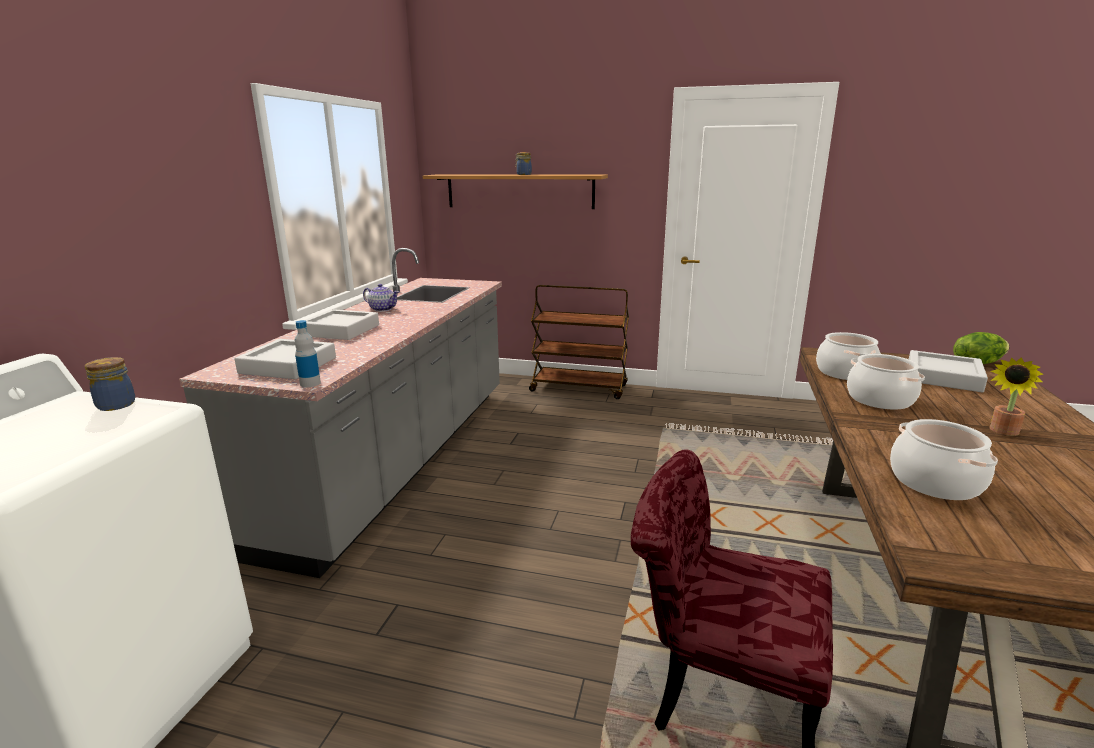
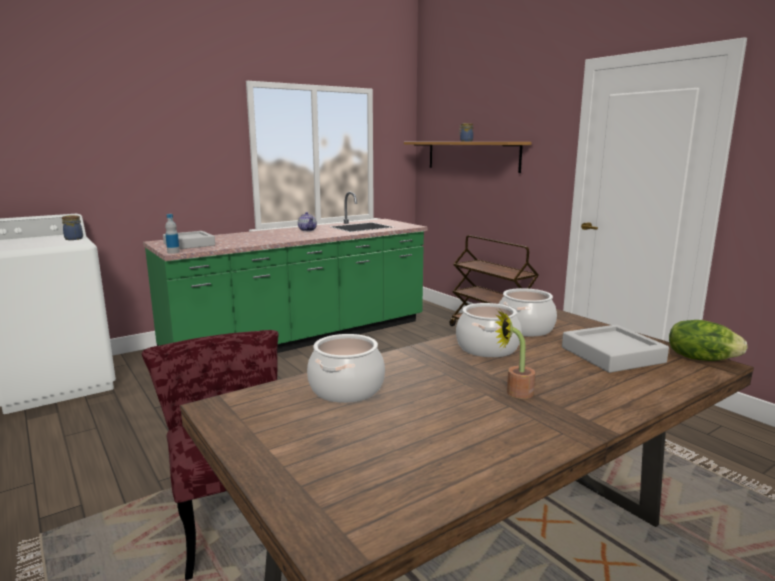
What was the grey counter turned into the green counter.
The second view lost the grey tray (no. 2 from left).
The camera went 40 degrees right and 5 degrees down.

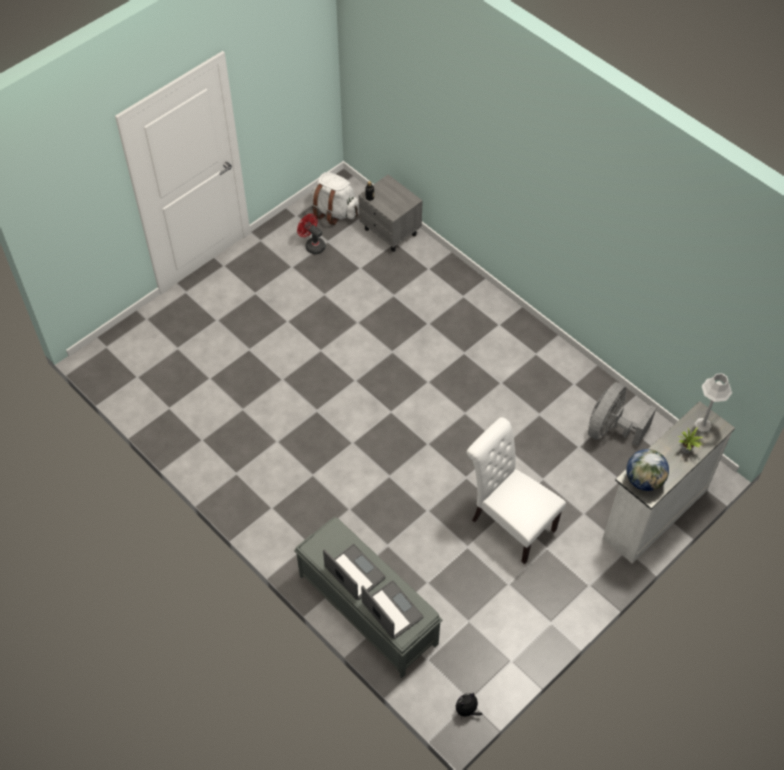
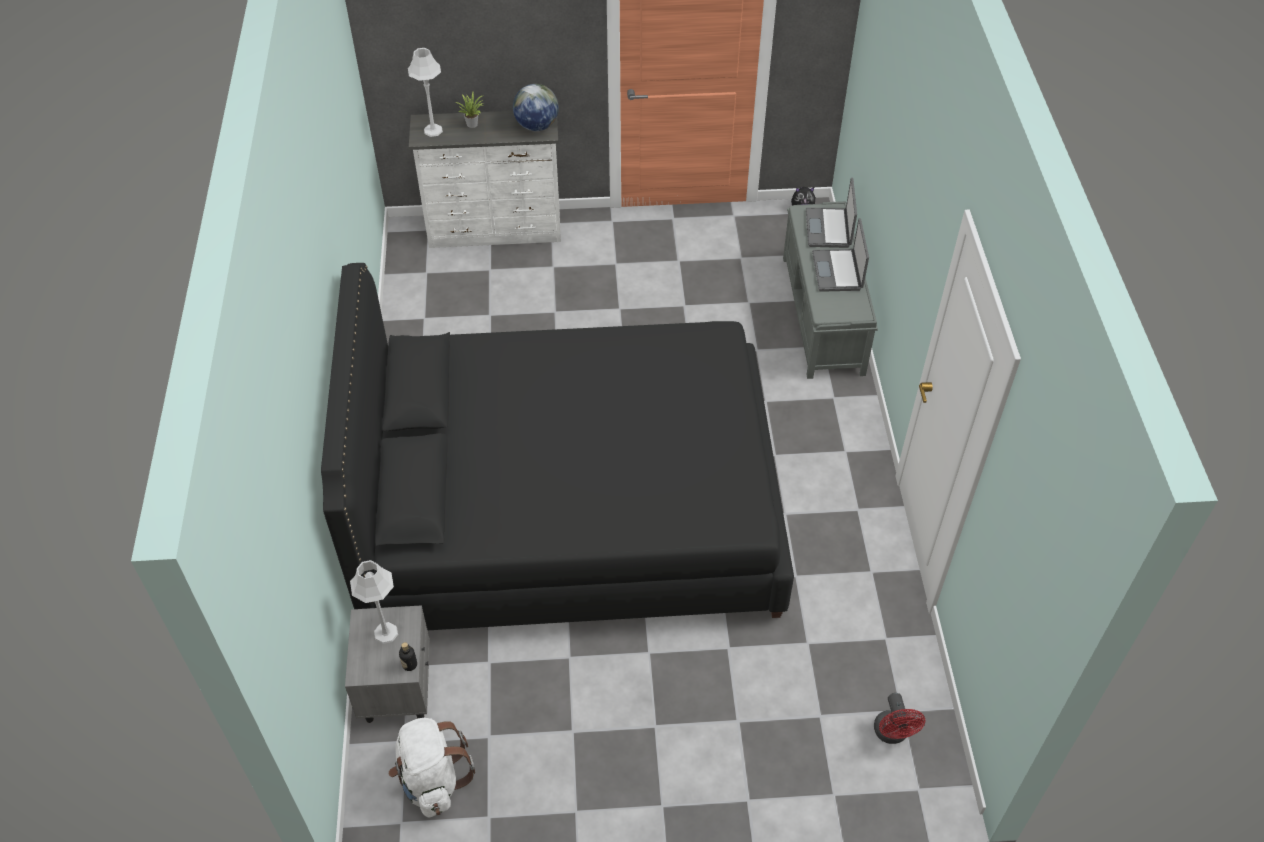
The red fan ended up elsewhere.
The second view lost the white chair.
The second view lost the grey fan.
The second view gained the black bed.
The second view gained the grey table lamp (no. 1 from left).
The camera went 140 degrees left and 5 degrees down.

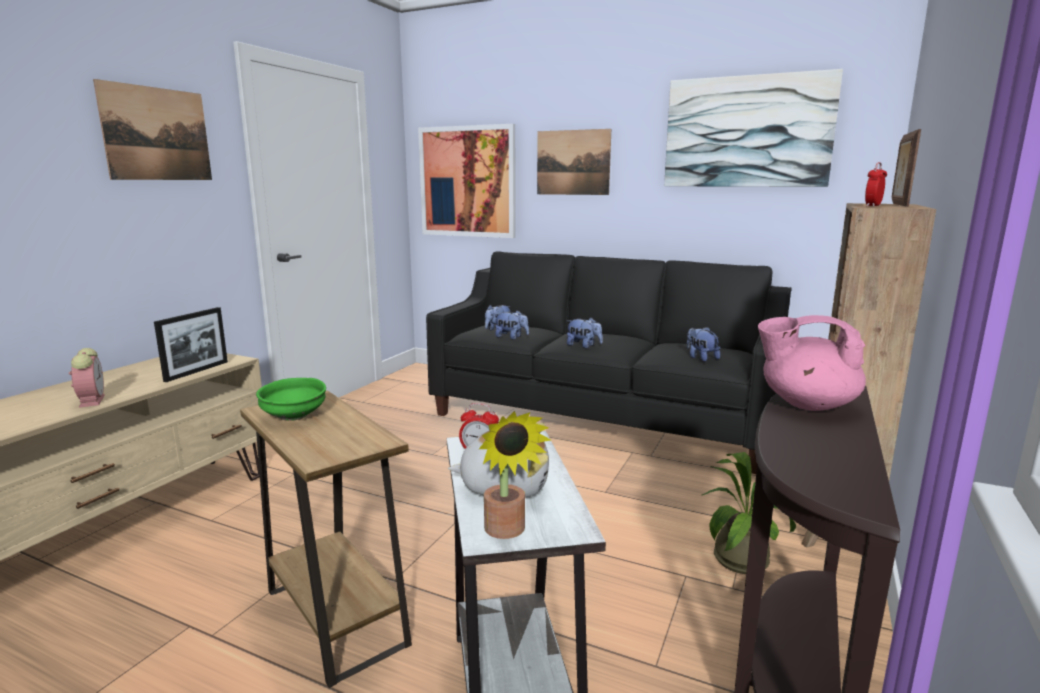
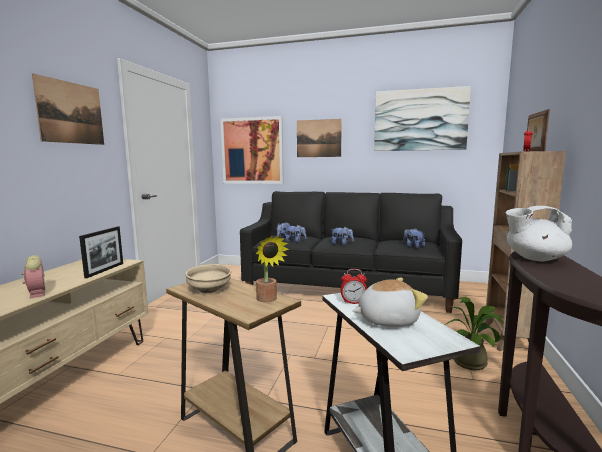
What was the green bowl turned into the beige bowl.
The potted plant (no. 1 from left) ended up elsewhere.
What was the pink teapot turned into the white teapot.
The camera went 10 degrees left and 5 degrees down.

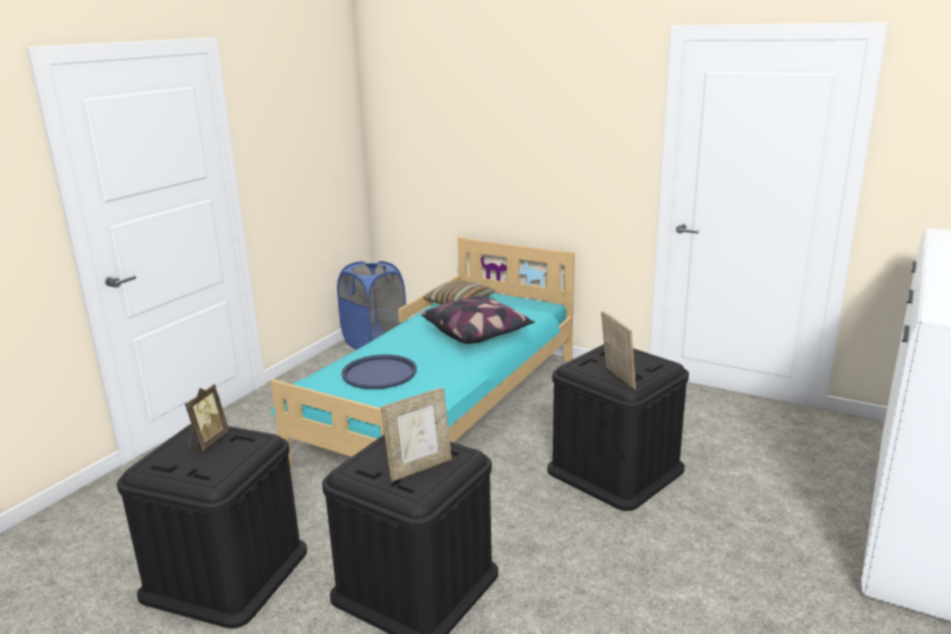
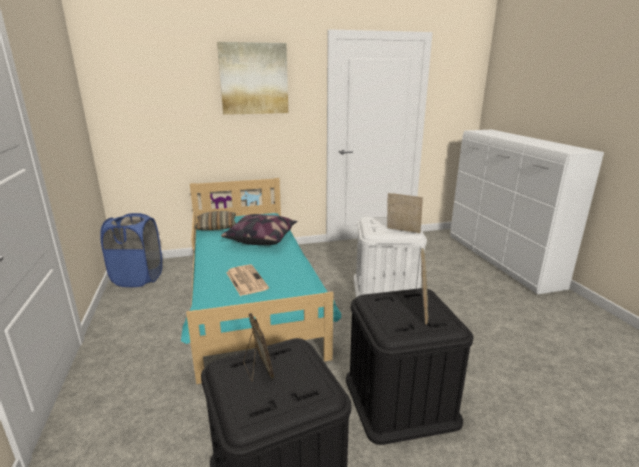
Where the blue tray stood, the newspaper came to stand.
What was the black storage box (no. 3 from left) turned into the white storage box.
The second view gained the picture.
The camera went 45 degrees left and 0 degrees up.

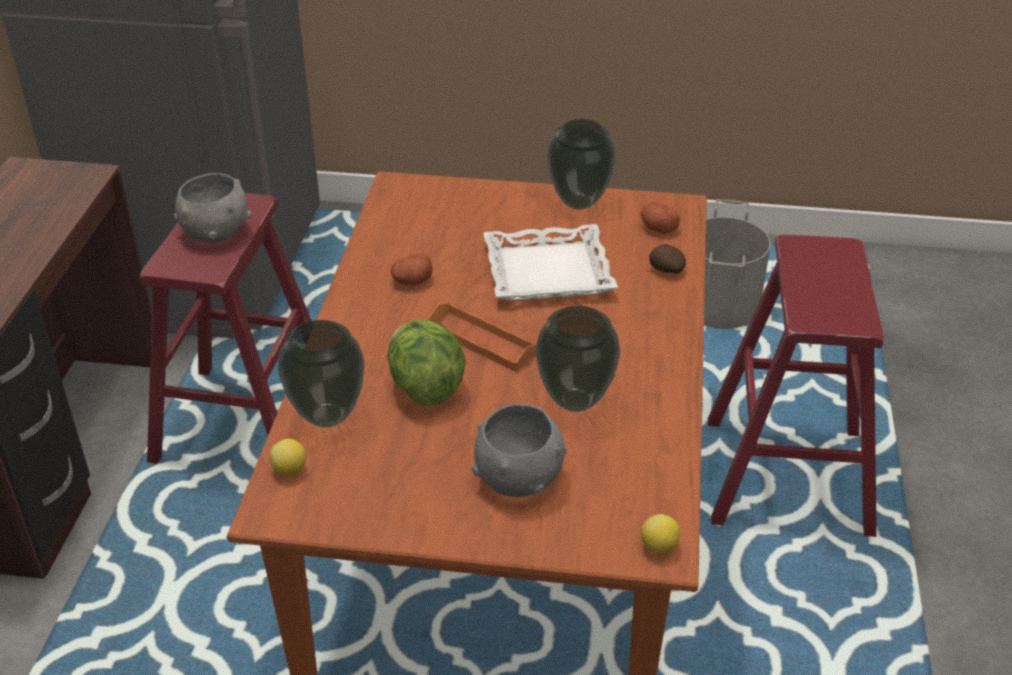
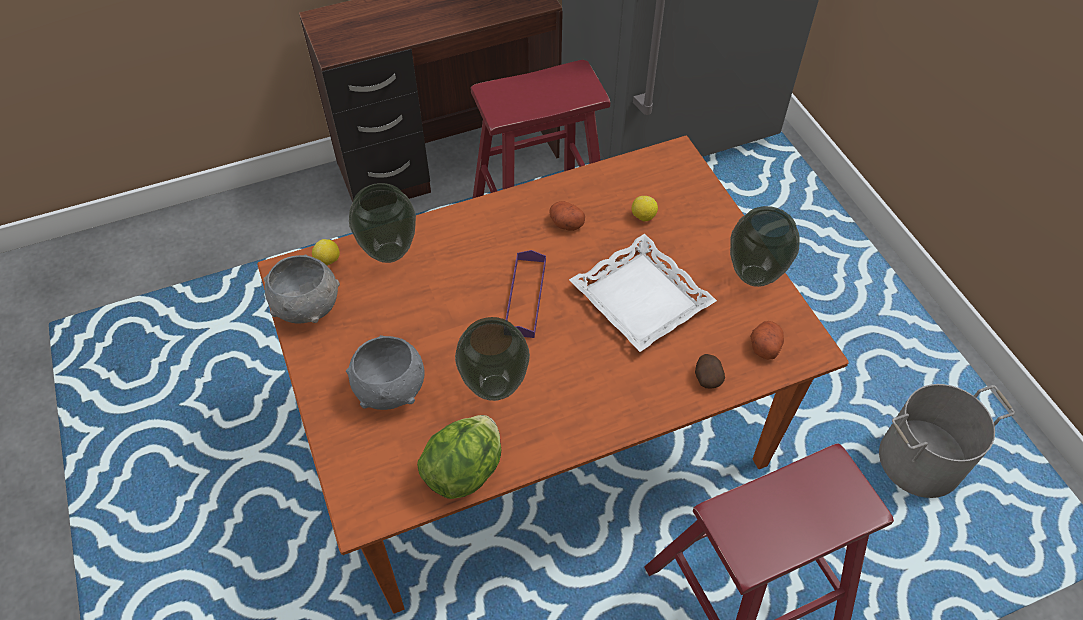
The grey bowl (no. 1 from left) ended up elsewhere.
The lettuce ended up elsewhere.
What was the orange tray turned into the purple tray.
The lemon (no. 2 from left) ended up elsewhere.
The camera went 60 degrees right and 15 degrees up.

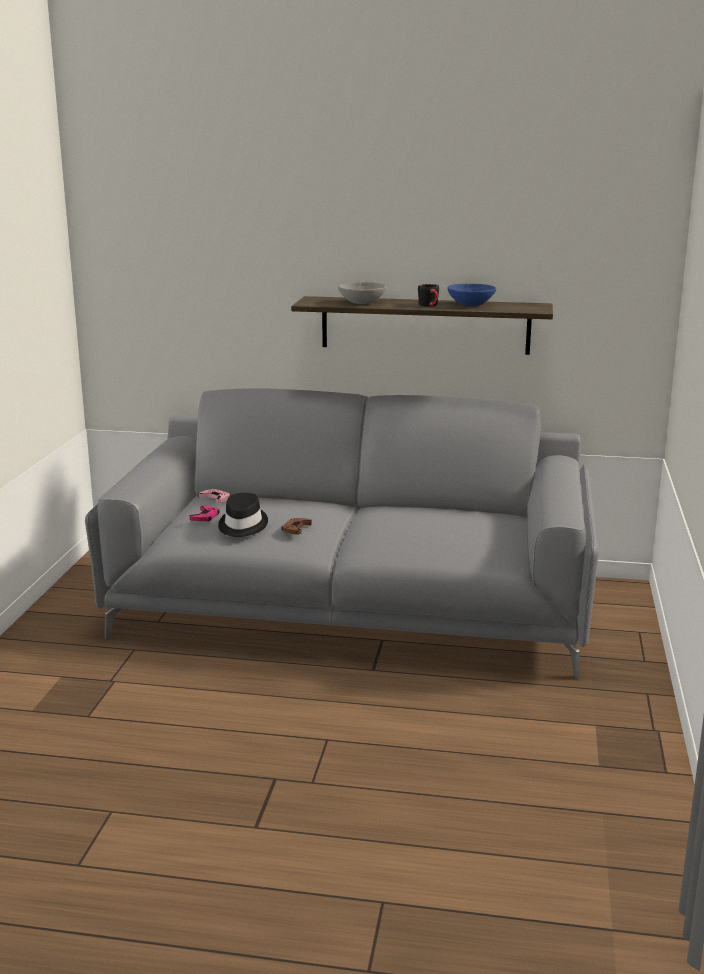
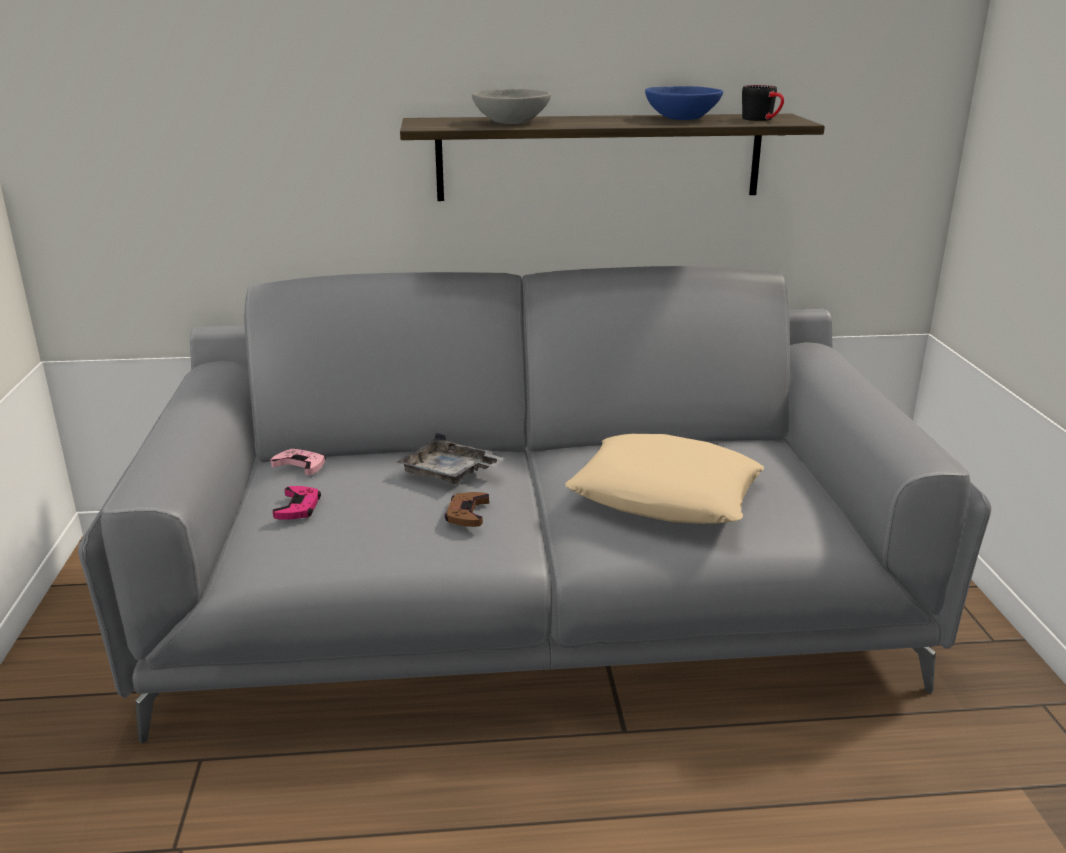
The second view lost the black hat.
The black mug ended up elsewhere.
The second view gained the grey tray.
The second view gained the beige pillow.
The camera went 15 degrees left and 5 degrees up.

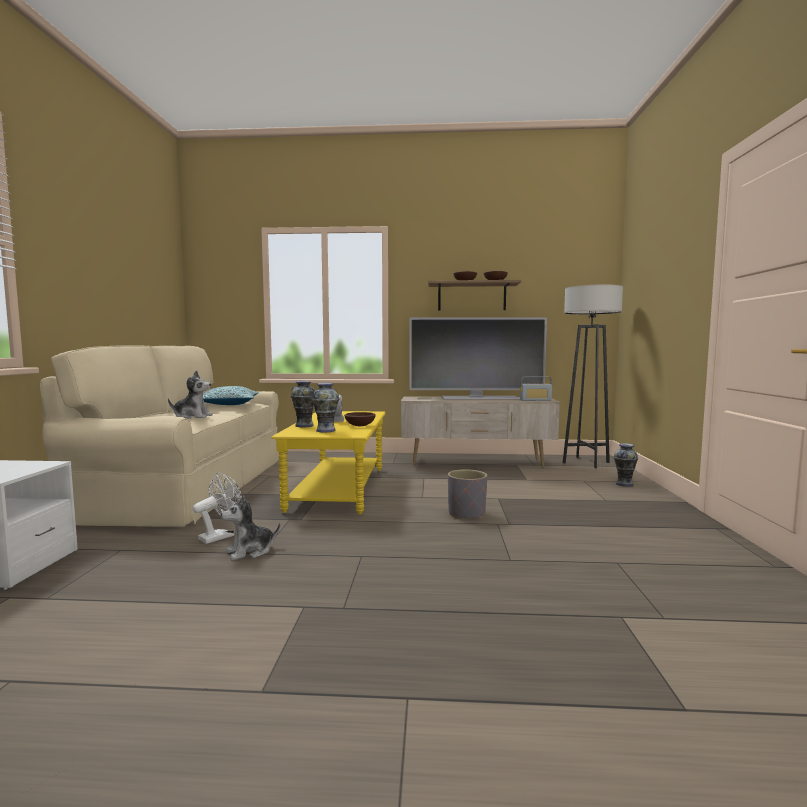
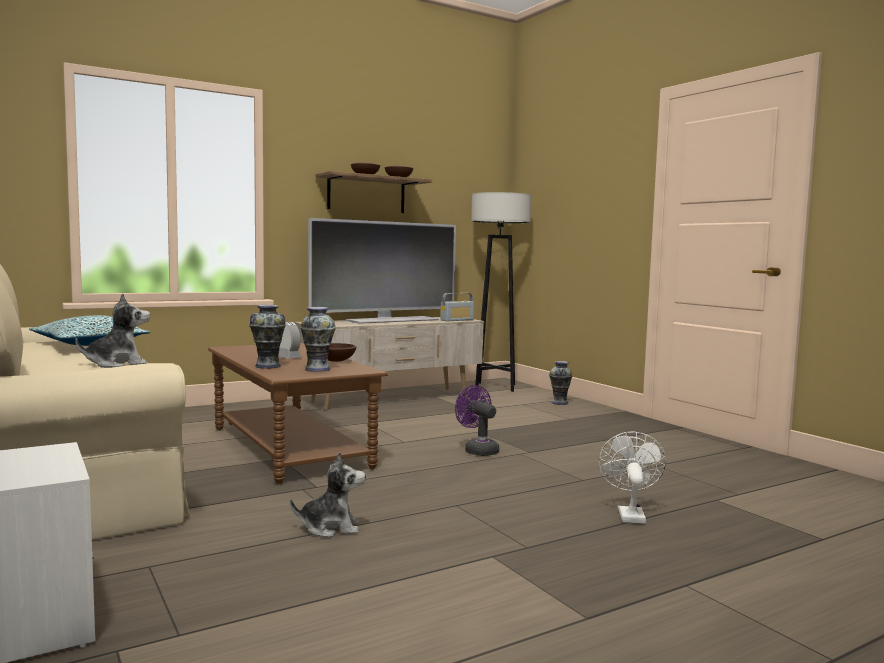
The white fan ended up elsewhere.
The plush toy (no. 2 from left) ended up facing another way, 120 degrees counterclockwise from before.
What was the yellow coffee table turned into the brown coffee table.
Where the grey planter stood, the purple fan came to stand.
The camera went 35 degrees left and 0 degrees up.

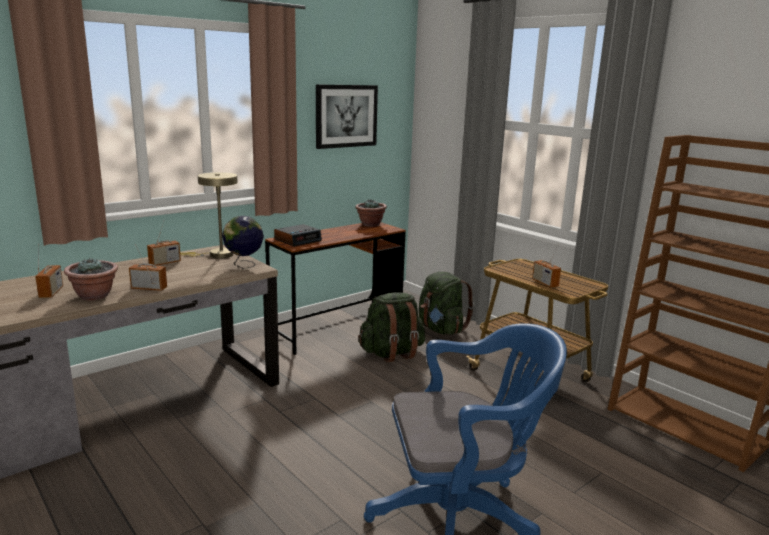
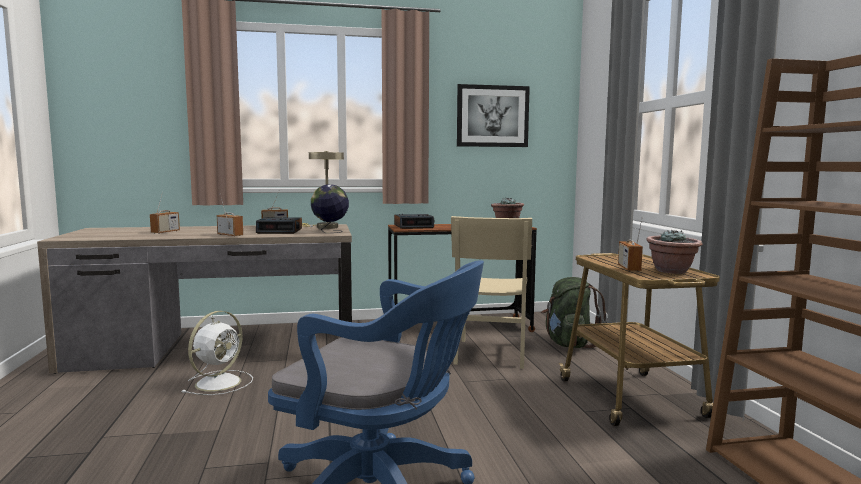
The potted plant (no. 1 from left in the first image) ended up elsewhere.
Where the green backpack (no. 1 from left) stood, the beige chair came to stand.
The second view gained the white fan.
The second view gained the alarm clock (no. 1 from left).
The camera went 30 degrees right and 10 degrees down.

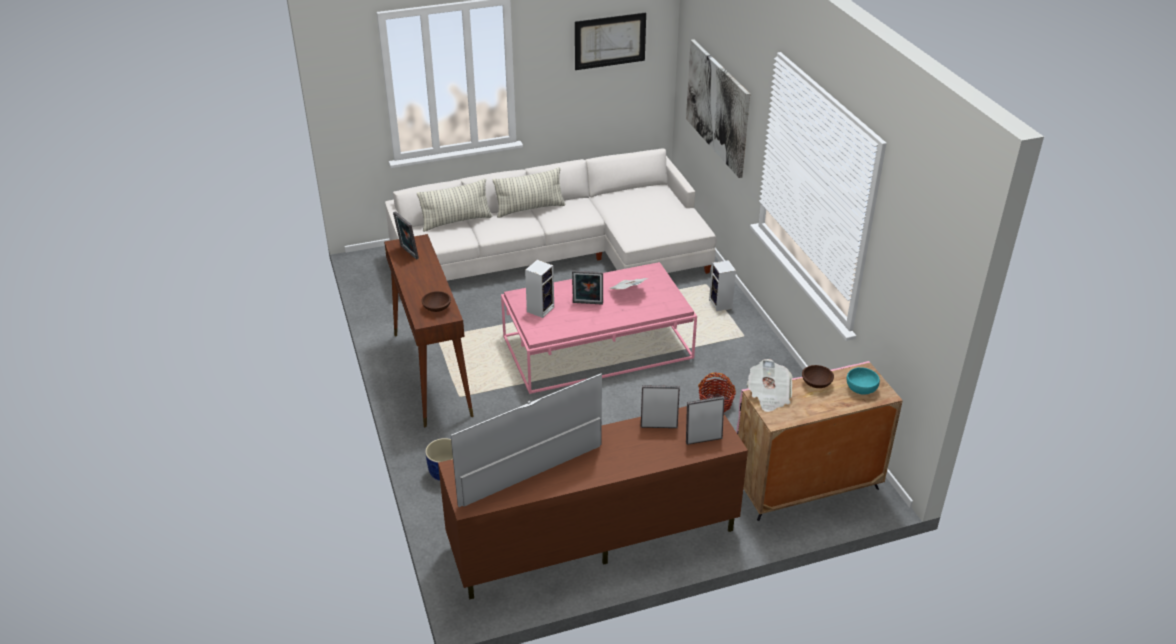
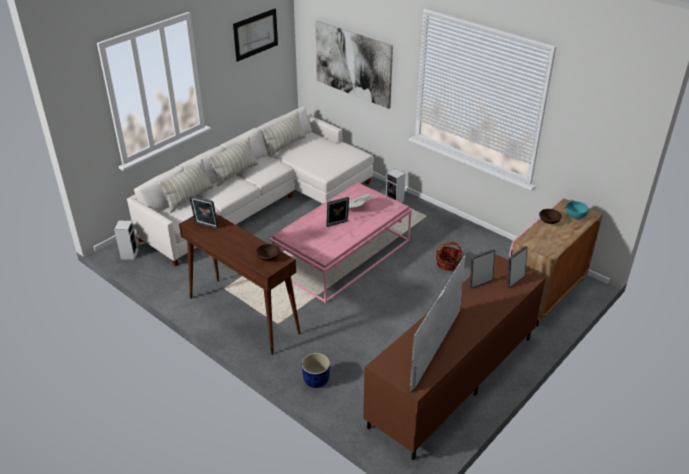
The speaker (no. 1 from left) ended up elsewhere.
The second view lost the newspaper (no. 2 from left).
The second view gained the pillow (no. 3 from left).
The camera went 30 degrees left and 0 degrees up.

